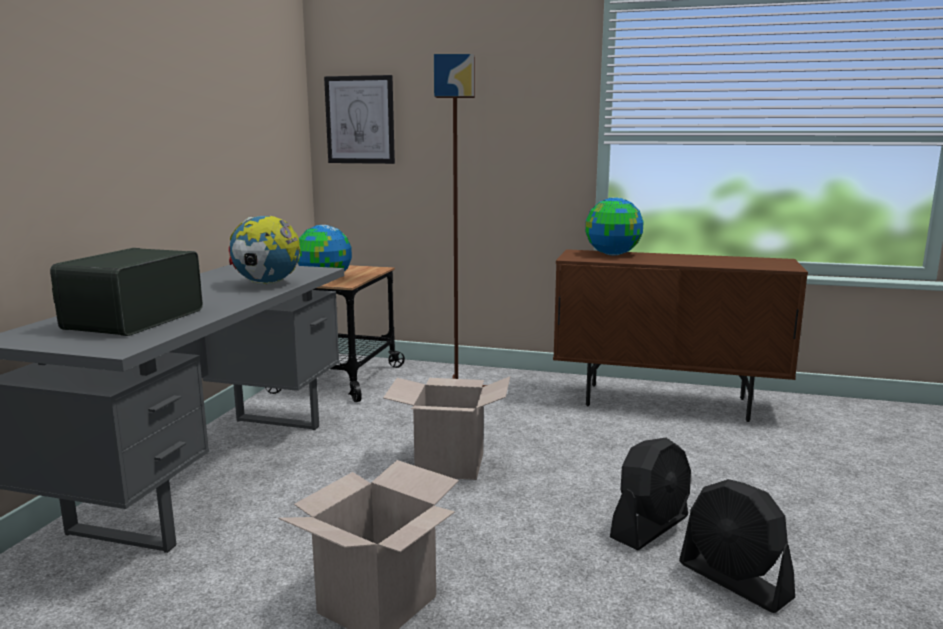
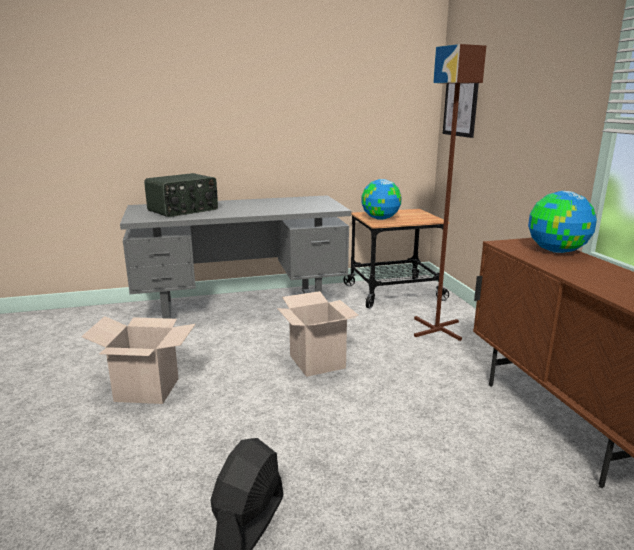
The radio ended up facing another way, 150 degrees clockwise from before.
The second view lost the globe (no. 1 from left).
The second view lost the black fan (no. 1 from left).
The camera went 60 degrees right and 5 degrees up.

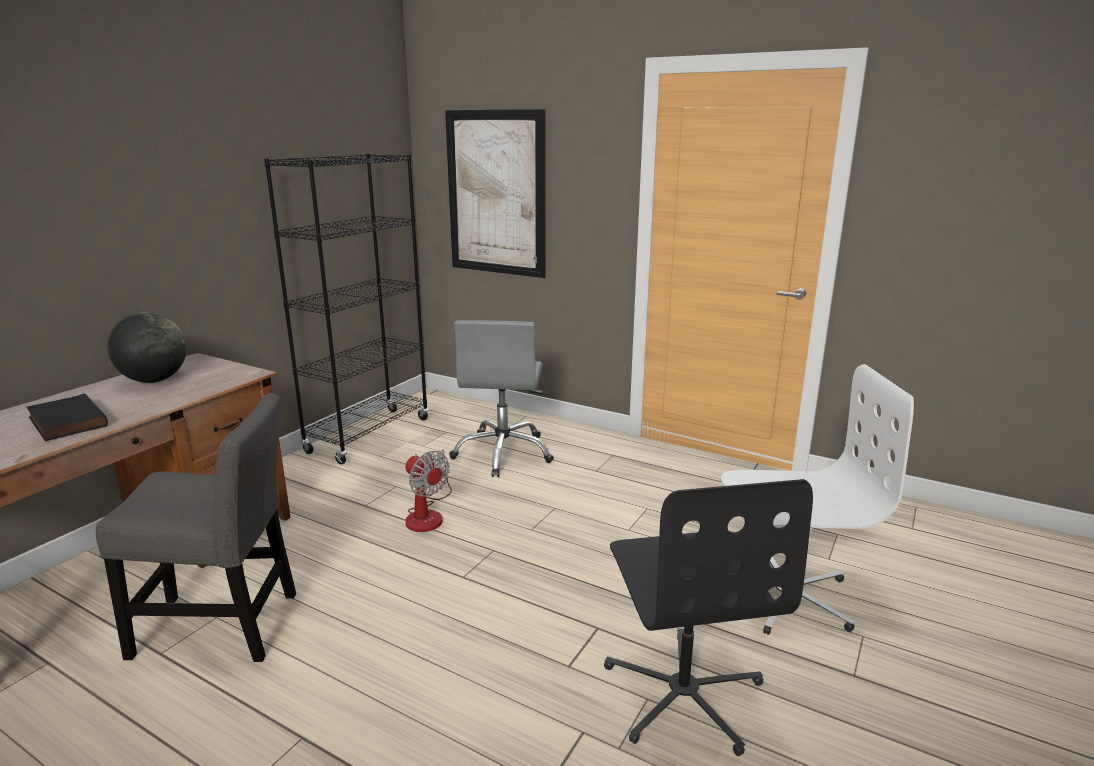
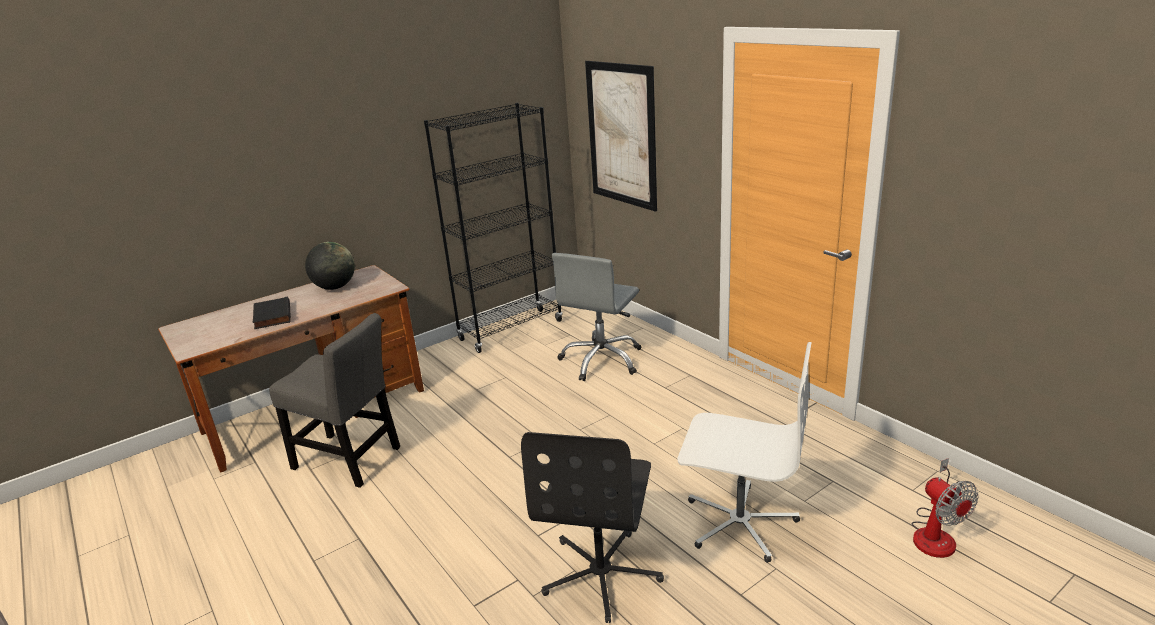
The fan ended up elsewhere.
The camera went 25 degrees right and 5 degrees up.

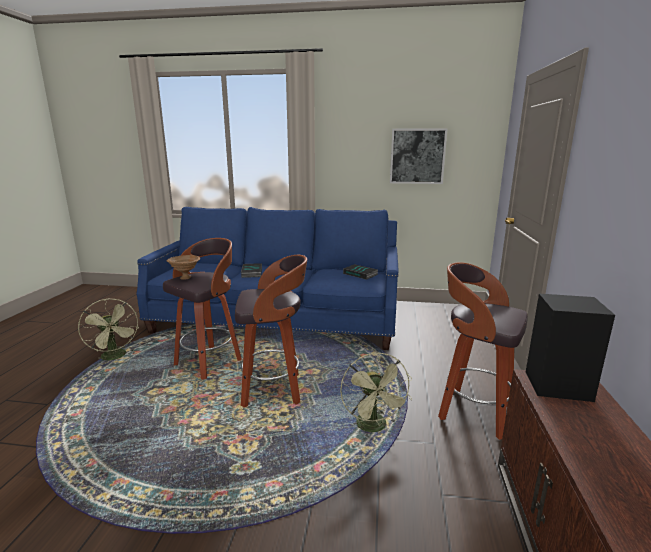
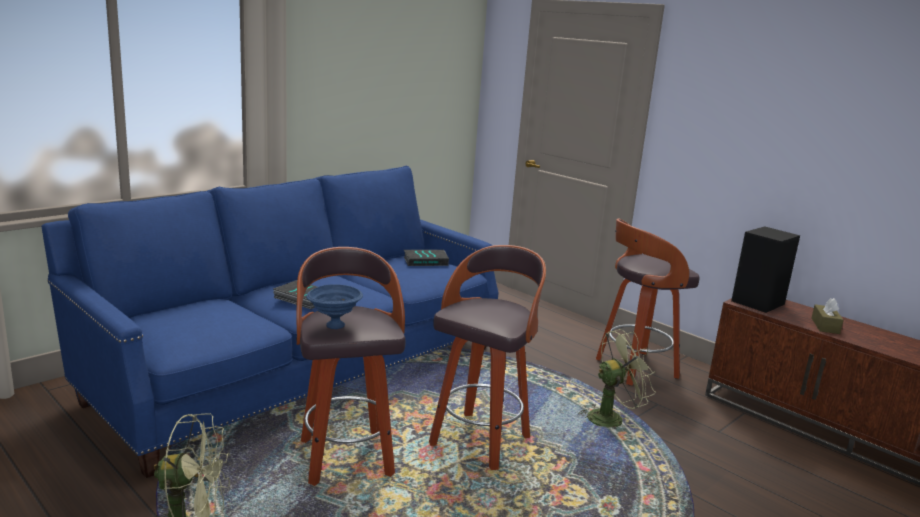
What was the brown bowl turned into the blue bowl.
The green fan (no. 2 from left) ended up facing another way, 45 degrees counterclockwise from before.
The second view lost the picture.
The second view gained the brown tissue box.
The camera went 55 degrees left and 0 degrees up.

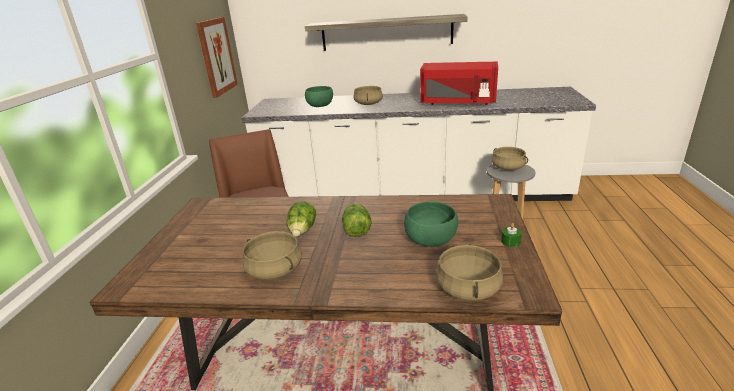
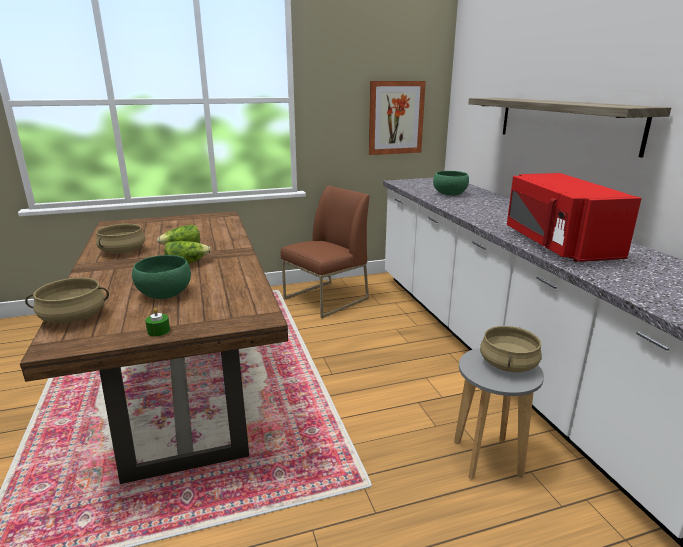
The second view lost the beige cooking pot (no. 2 from left).
The camera went 65 degrees right and 5 degrees down.

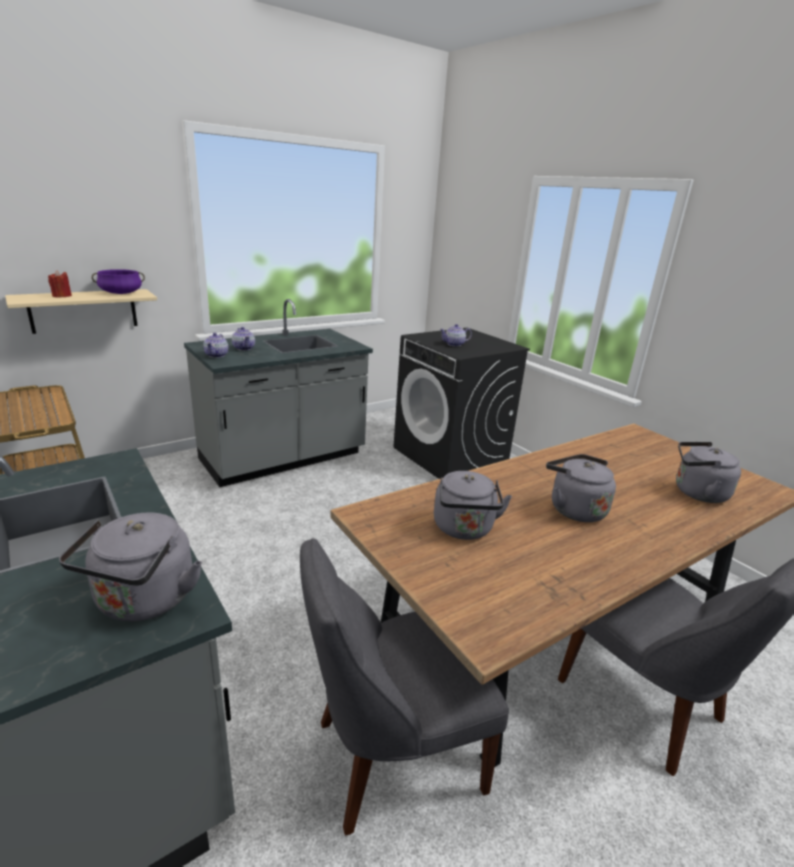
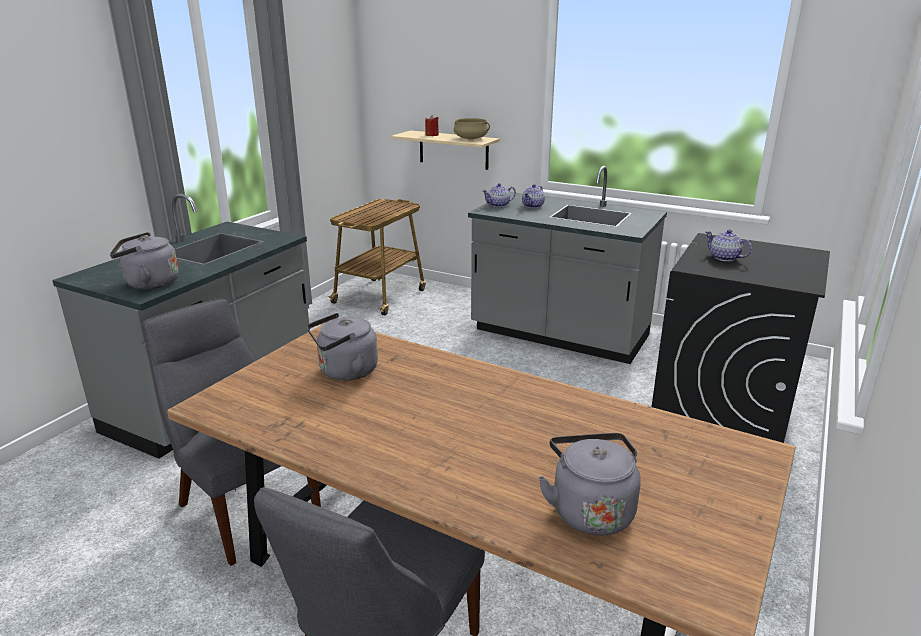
What was the purple cooking pot turned into the beige cooking pot.
The second view lost the grey kettle (no. 3 from left).
The camera went 65 degrees right and 0 degrees up.

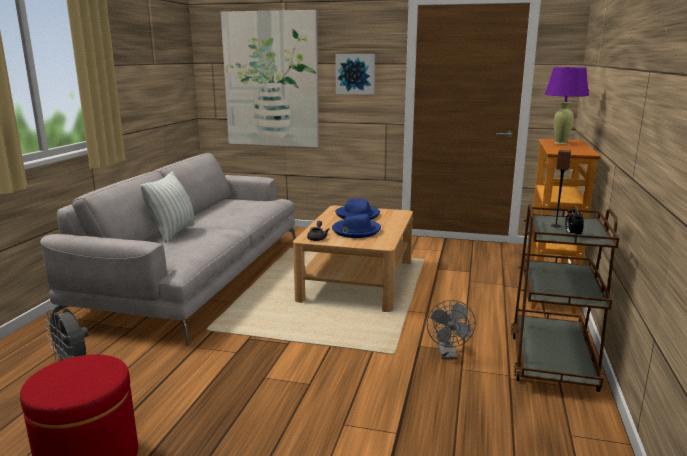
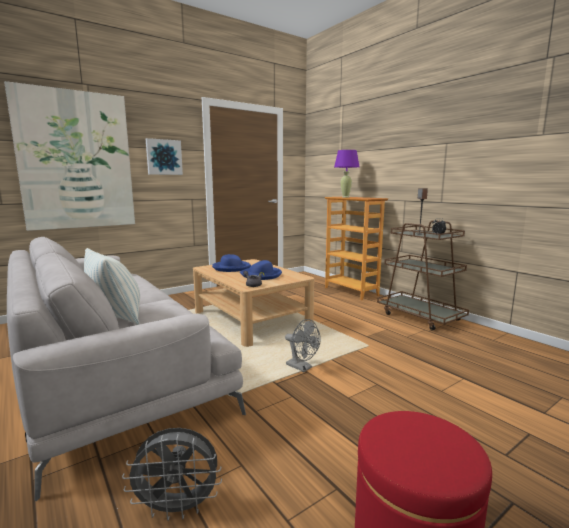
The grey fan (no. 2 from left) ended up elsewhere.
The camera went 50 degrees left and 5 degrees down.

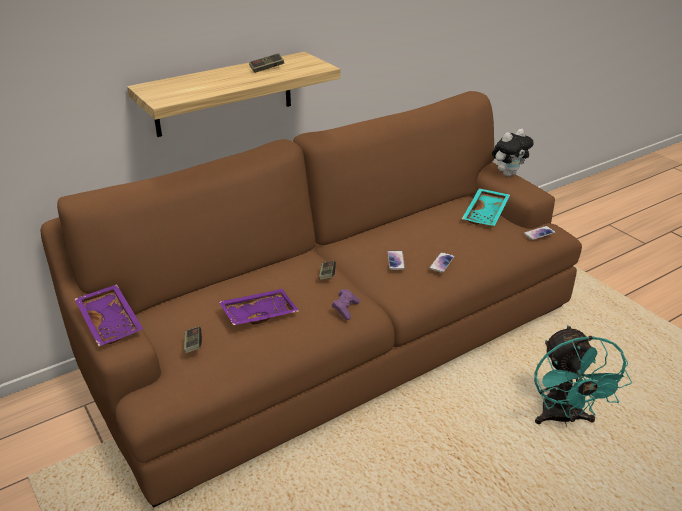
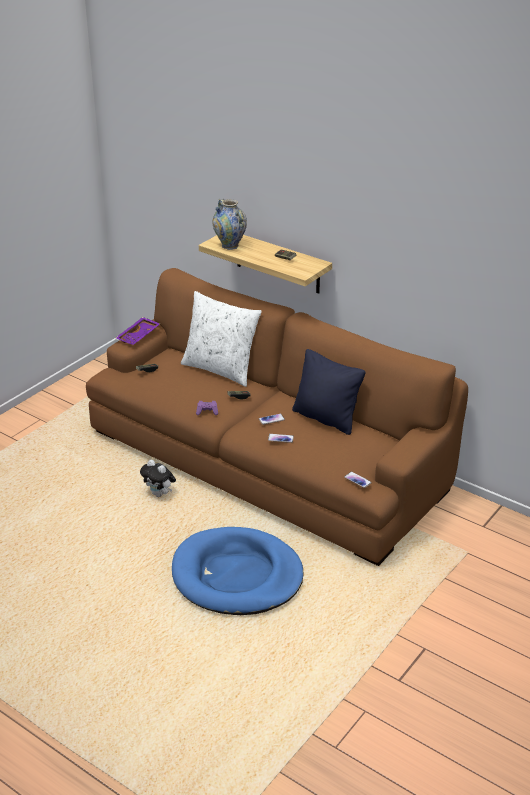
The second view lost the purple tray (no. 2 from left).
The second view lost the turquoise tray.
The plush toy ended up elsewhere.
Where the turquoise fan stood, the blue dog bed came to stand.
The second view gained the white pillow.
The second view gained the vase.
The second view gained the black pillow.
The camera went 70 degrees right and 0 degrees up.

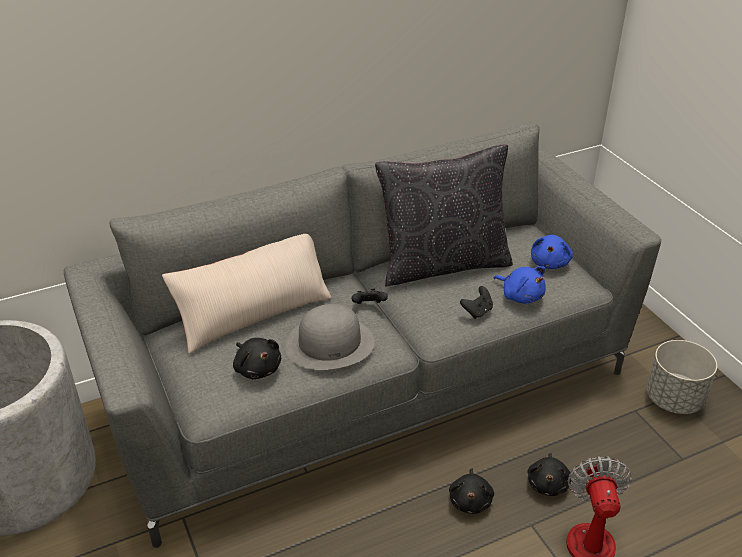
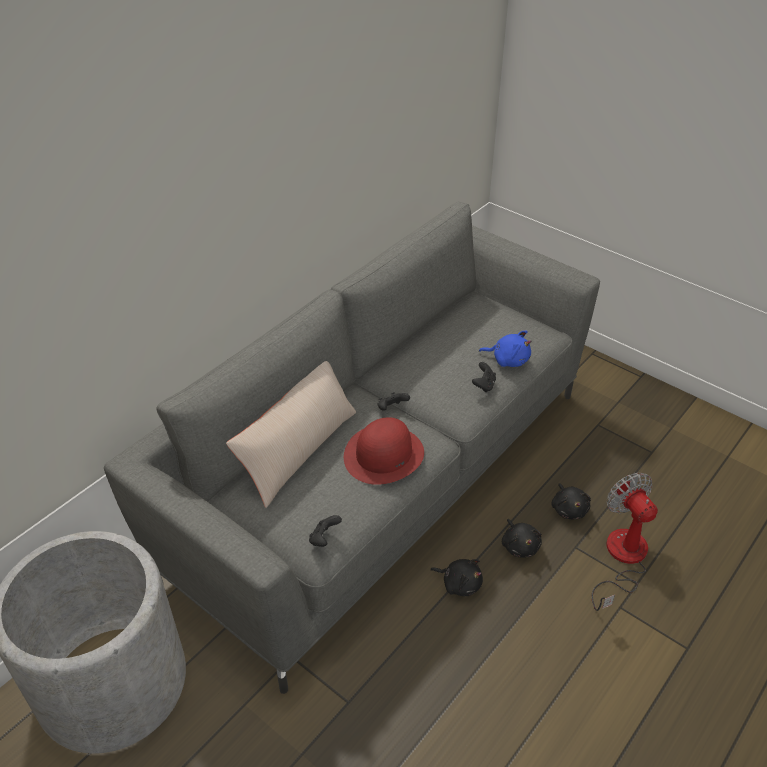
The black plush toy (no. 1 from left) ended up elsewhere.
What was the grey hat turned into the red hat.
The second view lost the black pillow.
The second view lost the blue plush toy (no. 2 from left).
The second view lost the grey planter (no. 2 from left).
The second view gained the black game controller (no. 1 from left).
The camera went 25 degrees left and 5 degrees up.

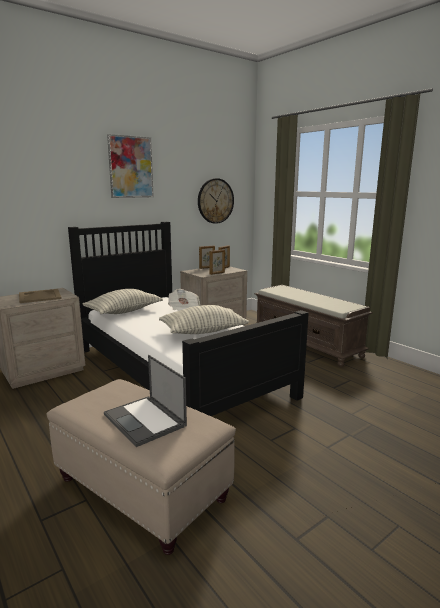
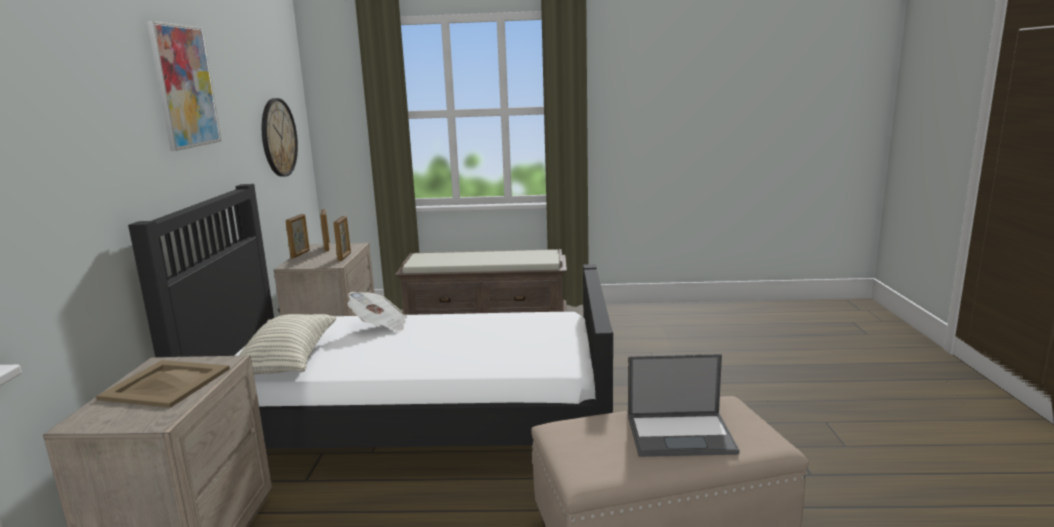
The second view lost the pillow (no. 2 from left).
The camera went 50 degrees left and 0 degrees up.

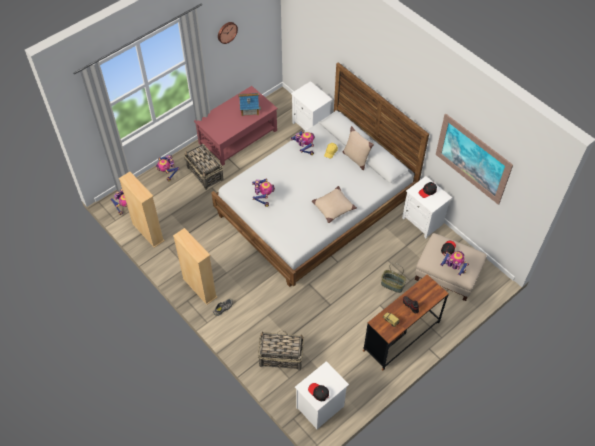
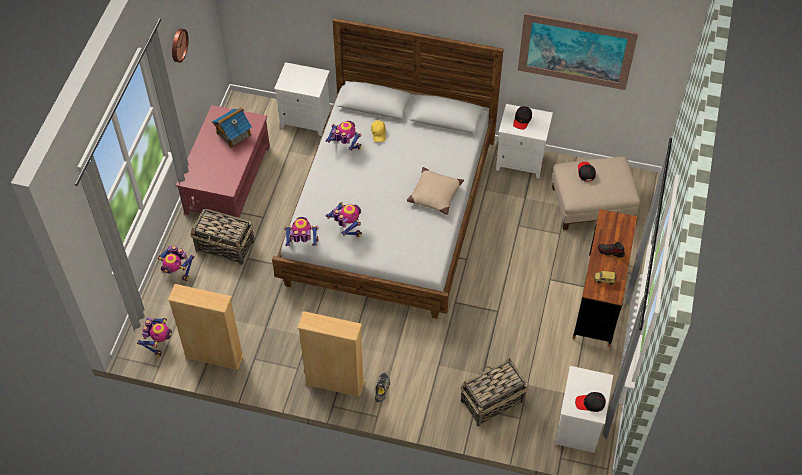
The second view lost the beige pillow (no. 2 from left).
The second view lost the basket (no. 3 from left).
The toy robot (no. 5 from left in the first image) ended up elsewhere.
The camera went 35 degrees left and 0 degrees up.

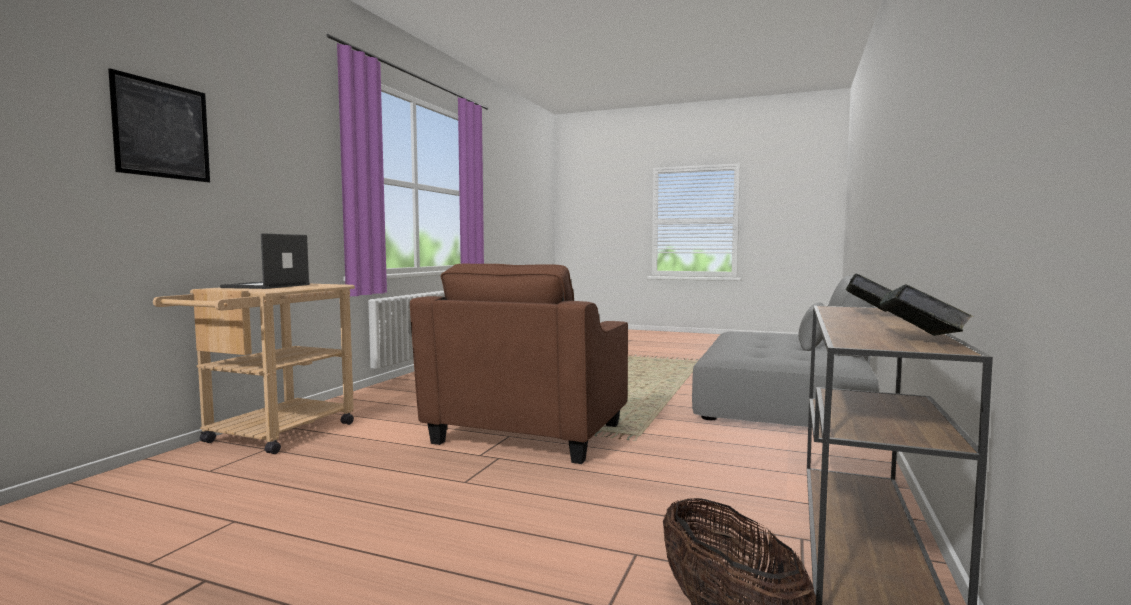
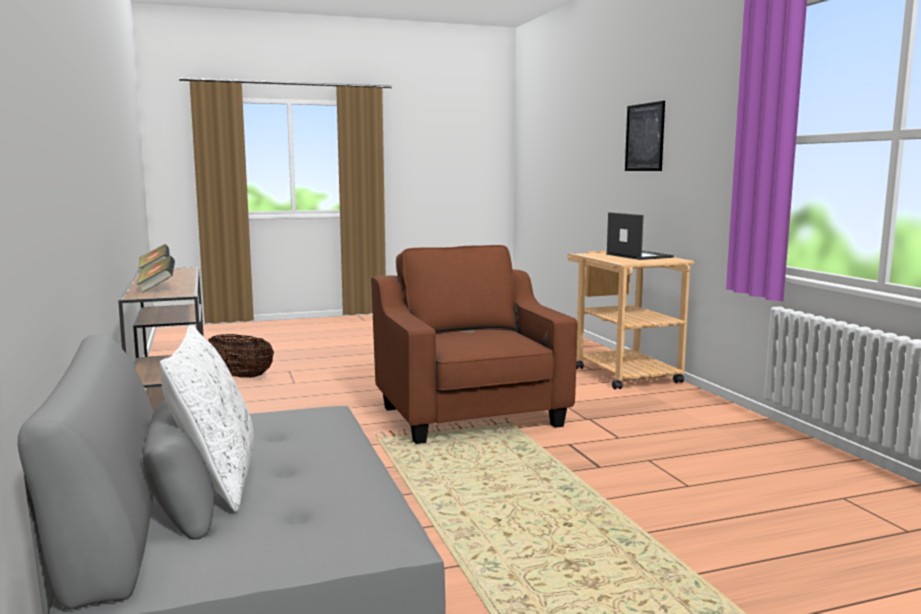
The second view gained the white pillow.
The camera went 140 degrees right and 5 degrees up.

